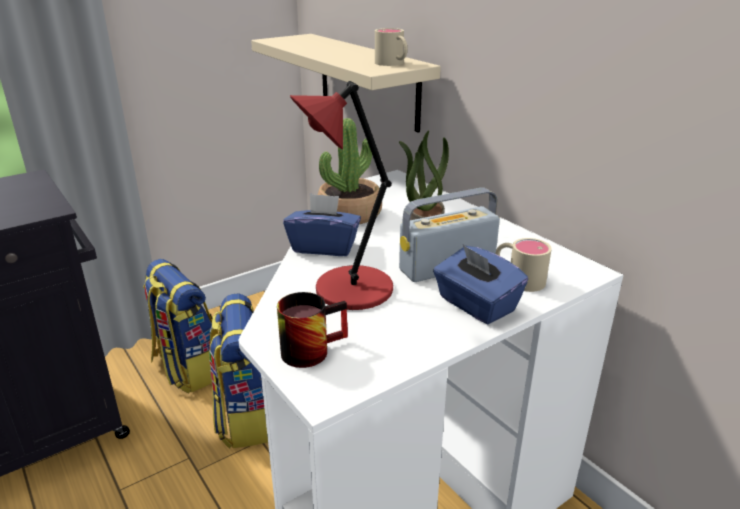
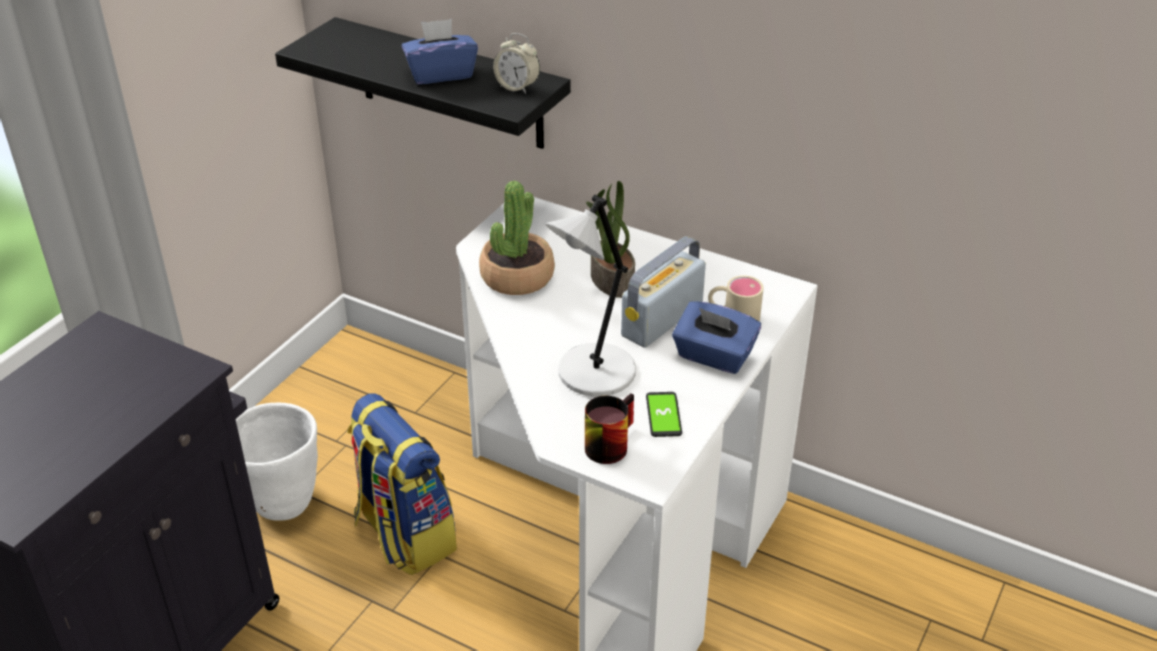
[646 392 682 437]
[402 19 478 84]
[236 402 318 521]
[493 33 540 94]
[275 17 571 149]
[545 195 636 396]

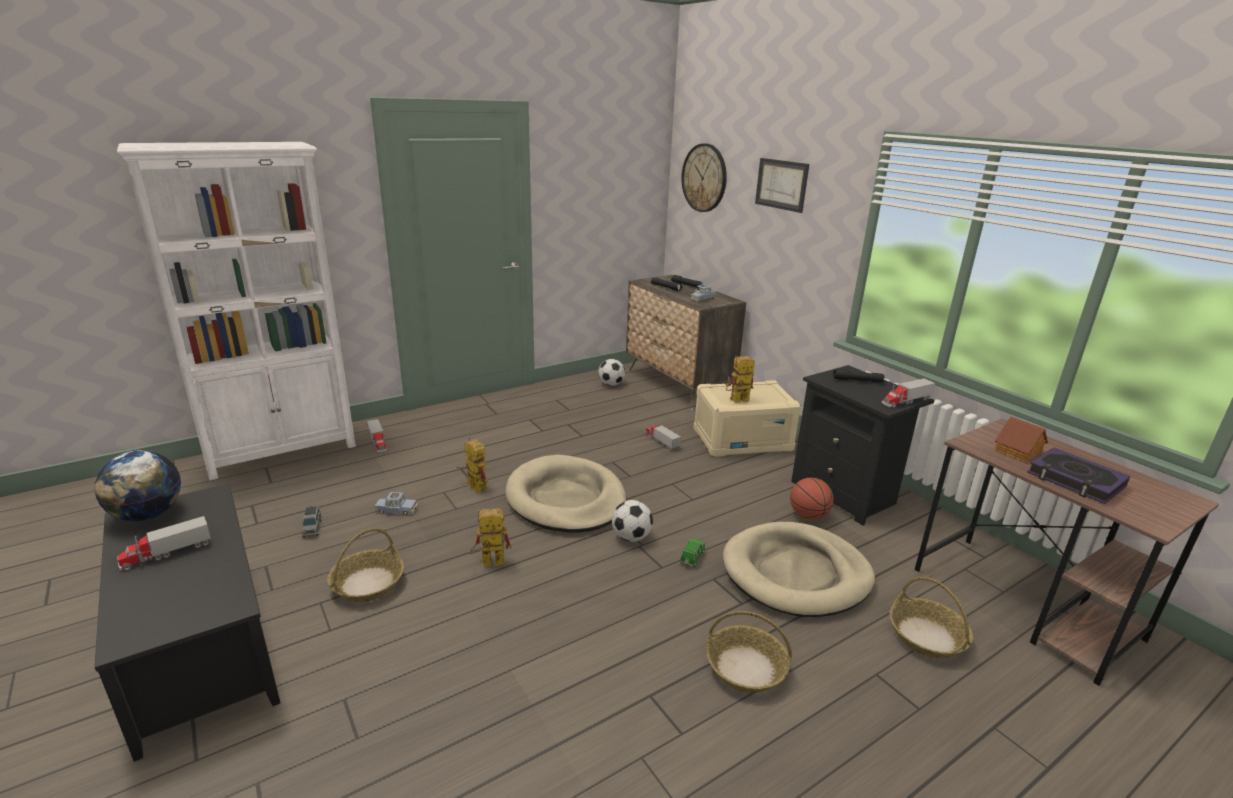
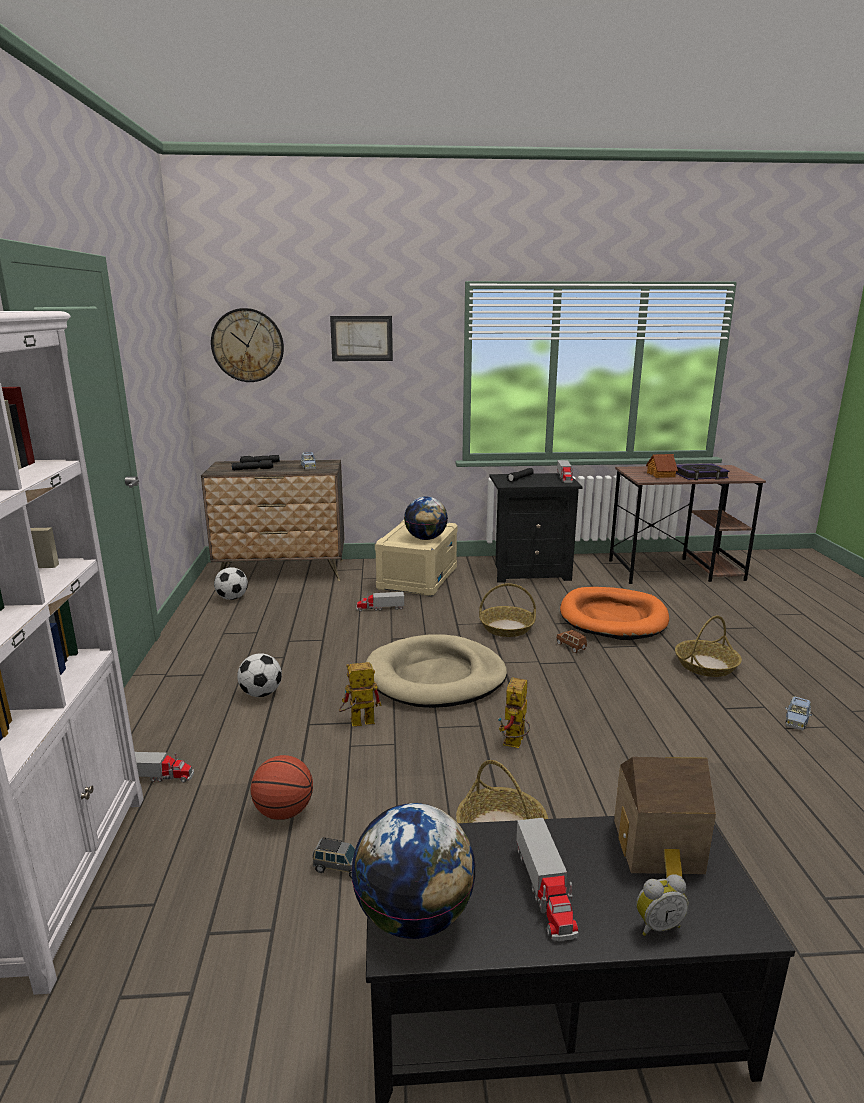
[614 757 716 878]
[636 874 689 936]
[785 696 812 731]
[237 653 282 697]
[251 755 313 820]
[479 583 536 637]
[404 496 448 540]
[557 630 587 653]
[560 587 669 640]

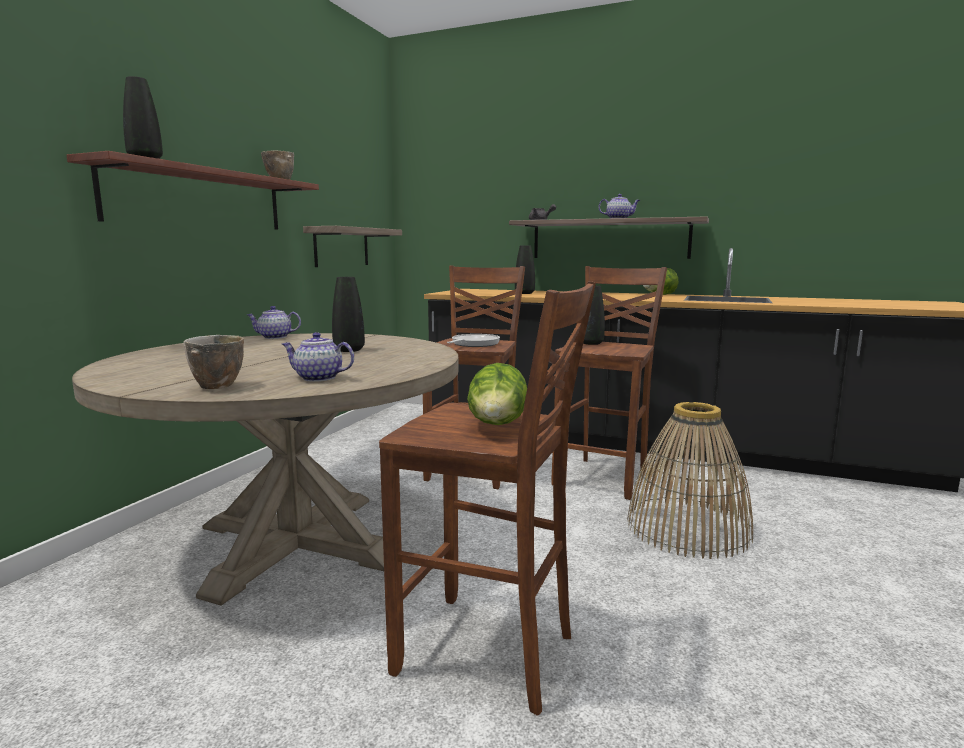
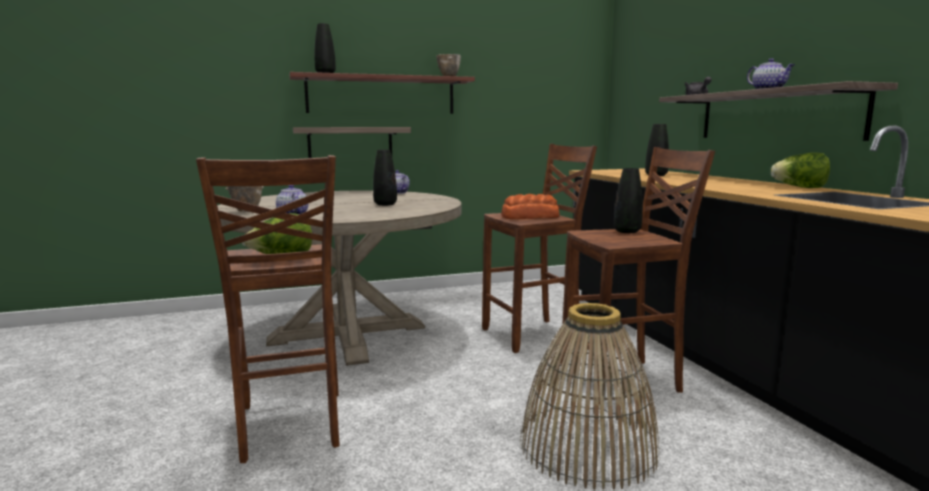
[293 127 411 158]
[501 194 560 219]

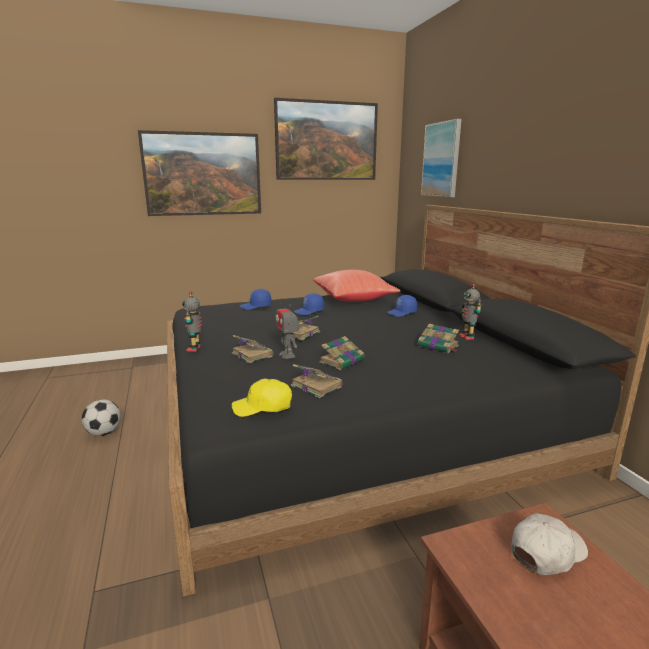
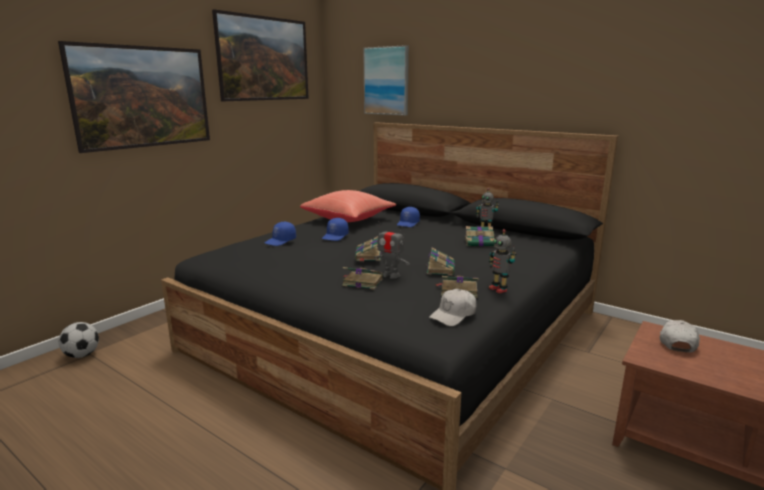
[58 322 99 358]
[489 229 516 294]
[429 289 476 326]

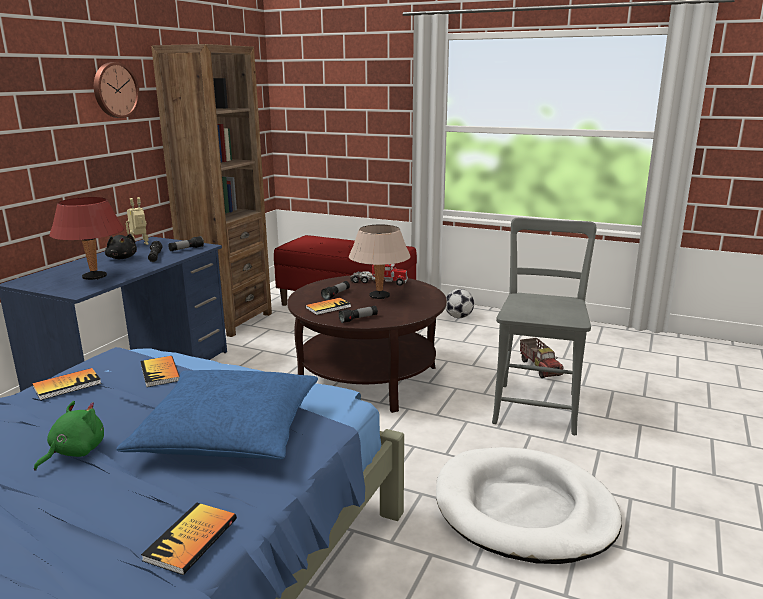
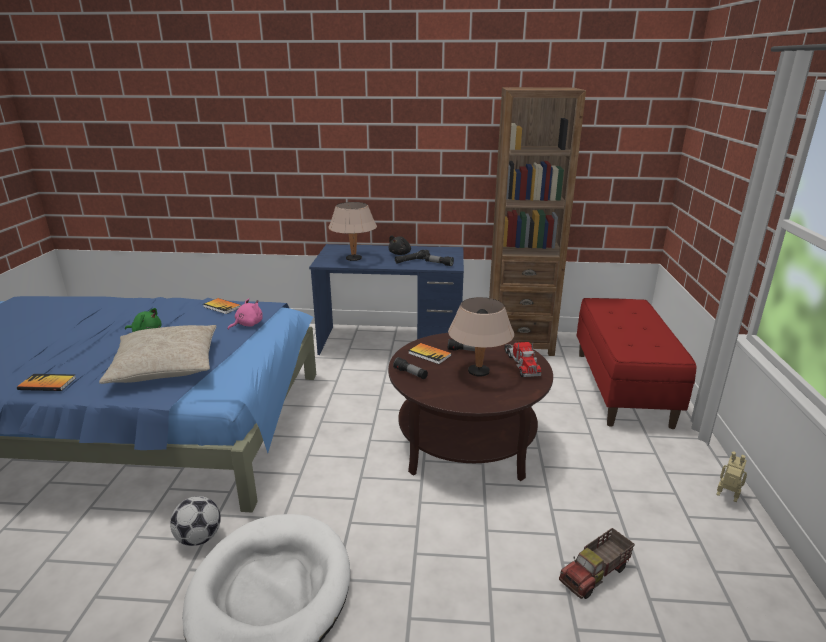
[94 62 140 118] (first image)
[492 218 597 435] (first image)
[716 451 747 502]
[170 496 221 546]
[227 298 263 330]
[328 202 377 261]
[99 325 216 384]

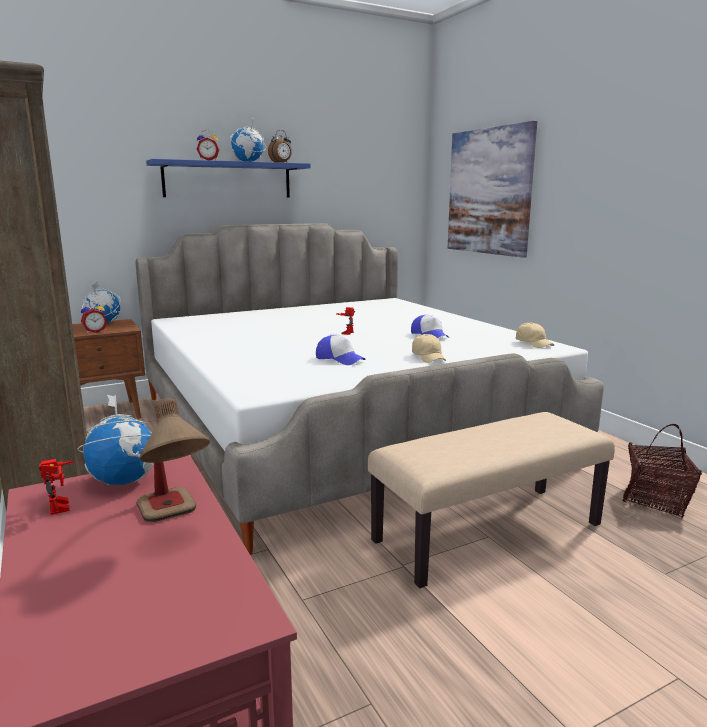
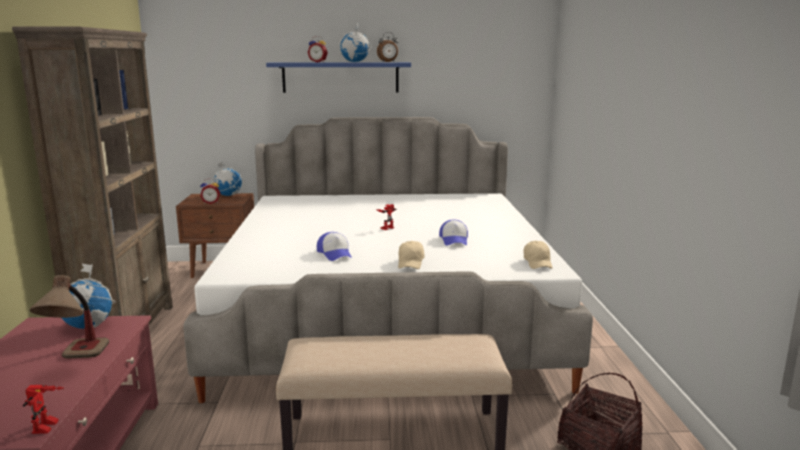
[448 121 537 258] (first image)
[23 385 64 434]

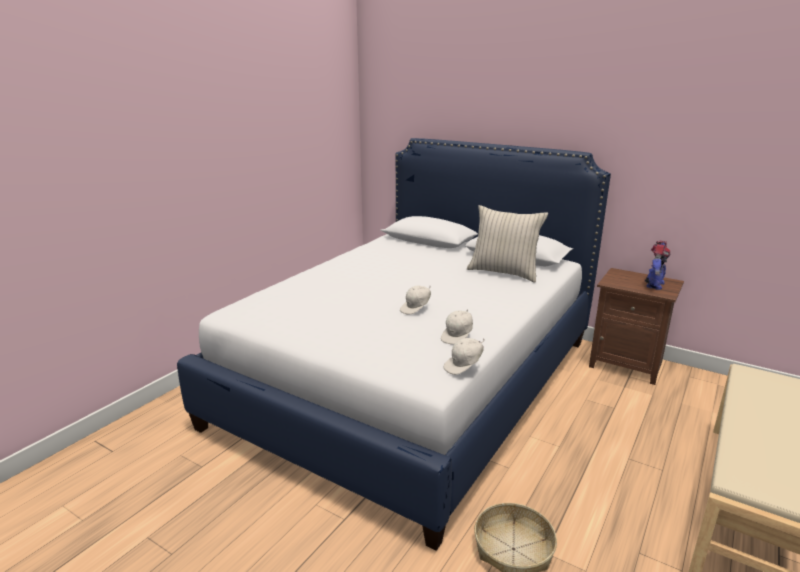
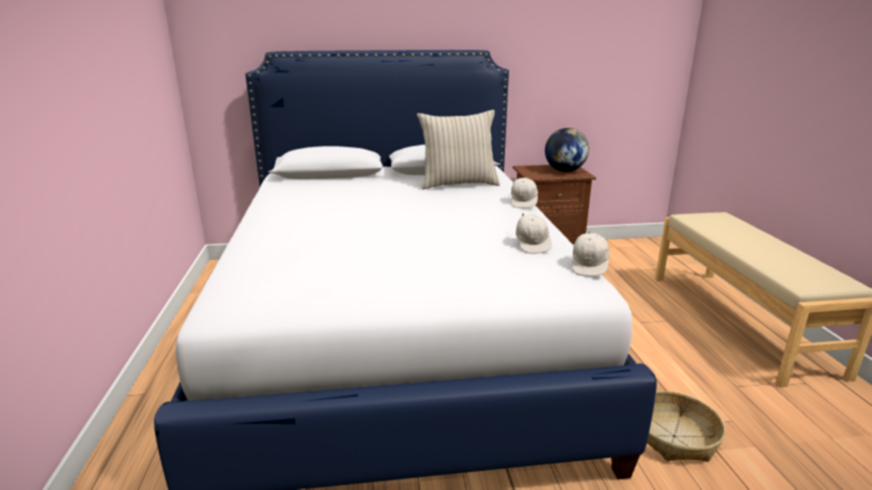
[511 177 538 208]
[545 128 589 172]

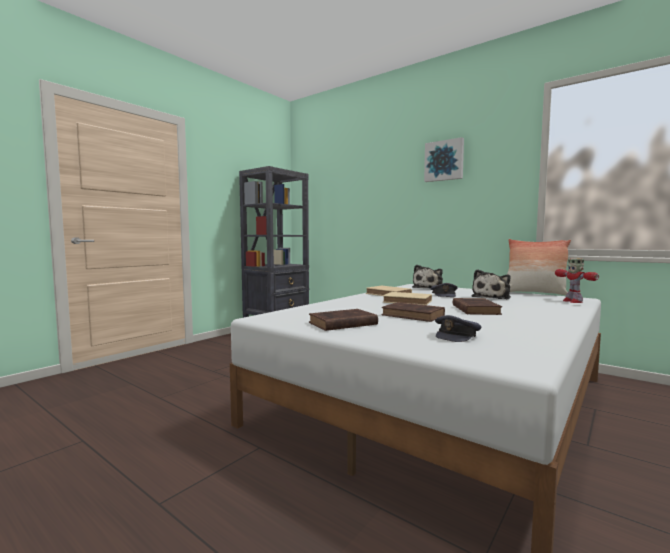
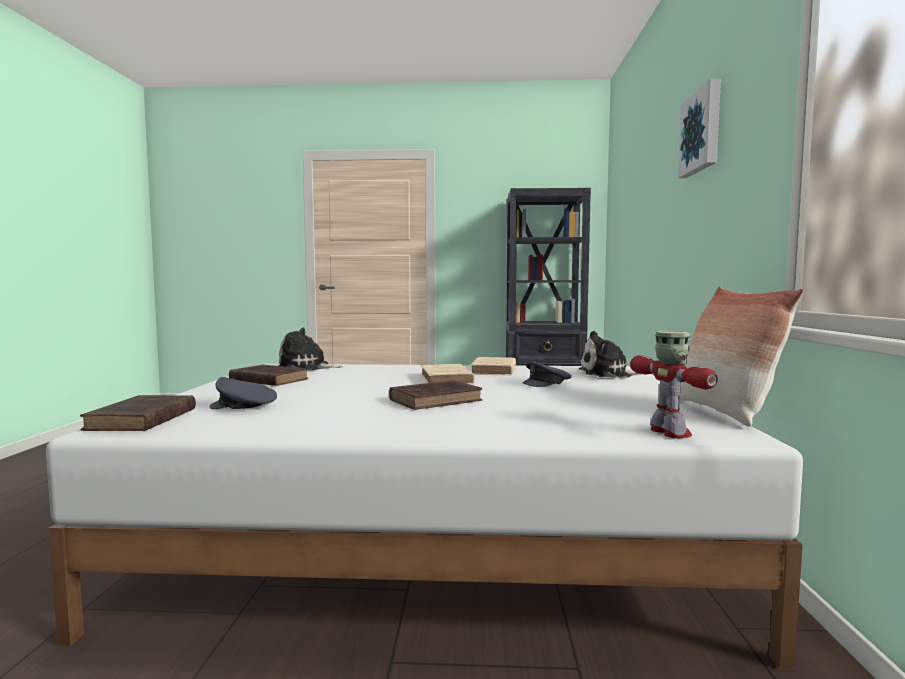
[80 395 196 431]
[278 328 343 370]
[630 331 718 438]

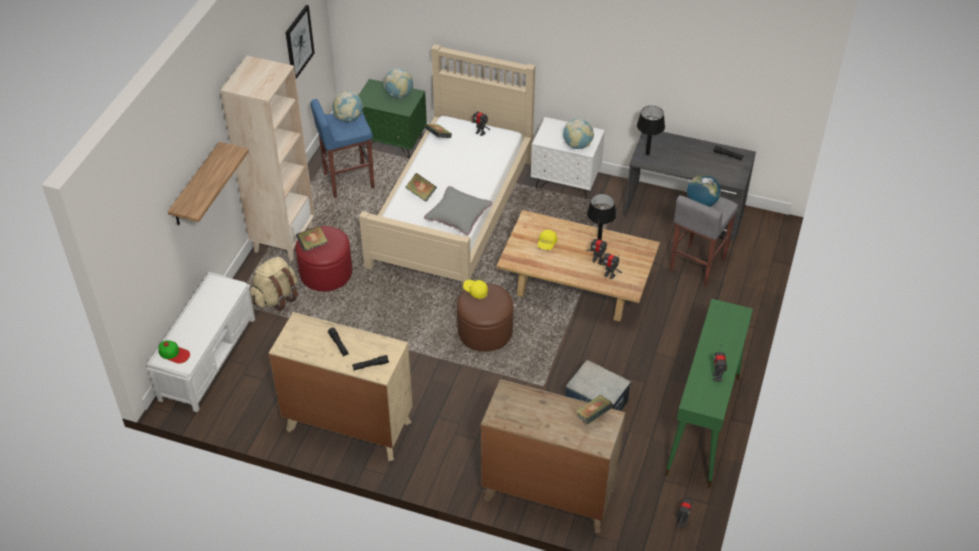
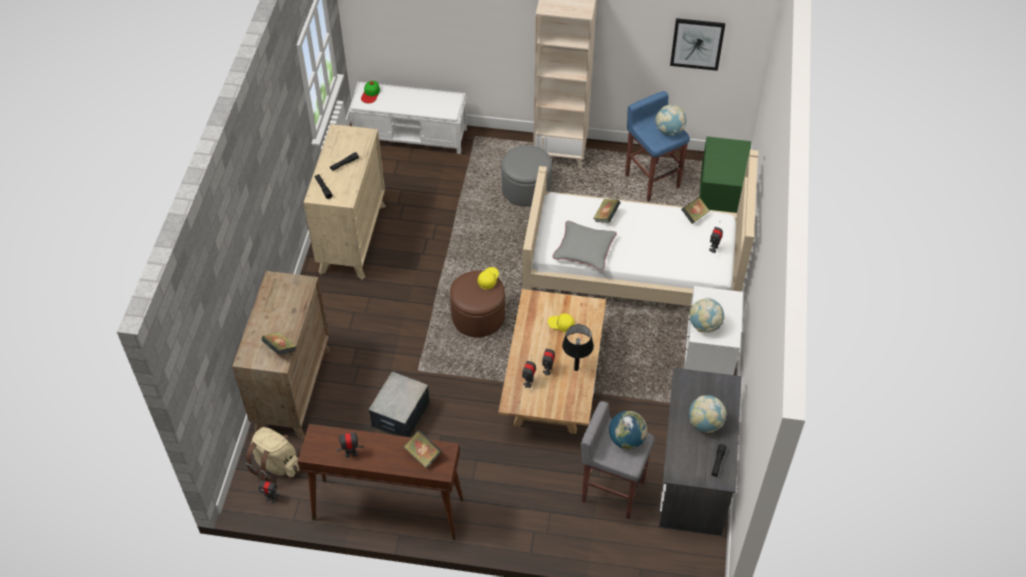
[168 142 249 225] (first image)
[637 106 665 155] (first image)
[246 427 299 482]
[404 430 442 468]
[689 395 727 433]
[501 145 552 207]
[297 424 463 540]

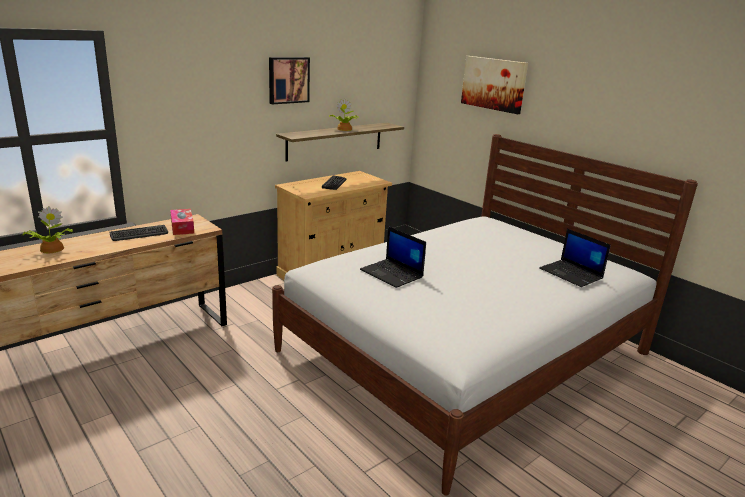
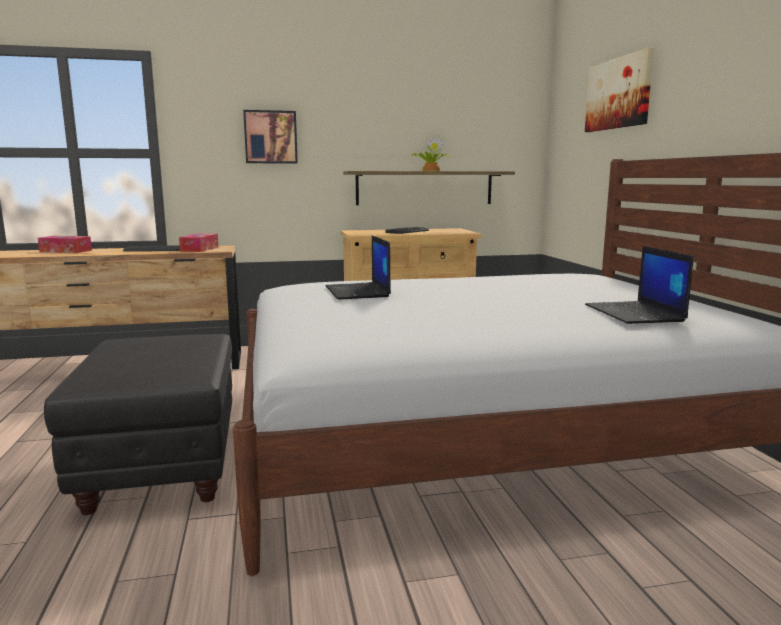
[44 334 232 515]
[243 110 298 164]
[38 236 92 253]

